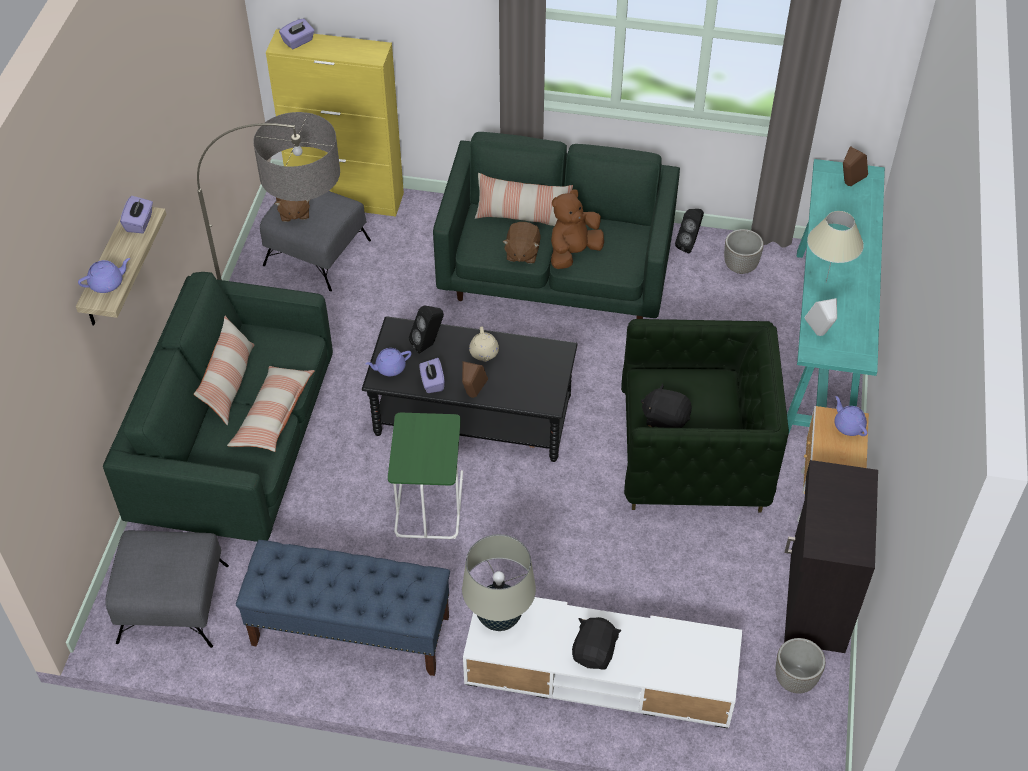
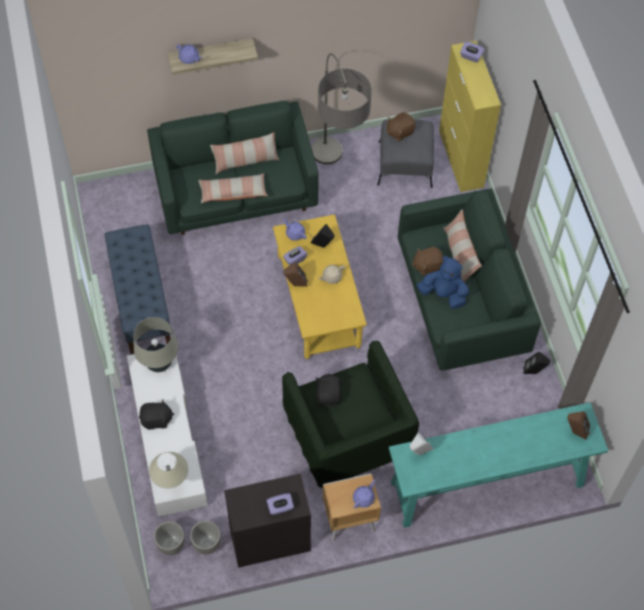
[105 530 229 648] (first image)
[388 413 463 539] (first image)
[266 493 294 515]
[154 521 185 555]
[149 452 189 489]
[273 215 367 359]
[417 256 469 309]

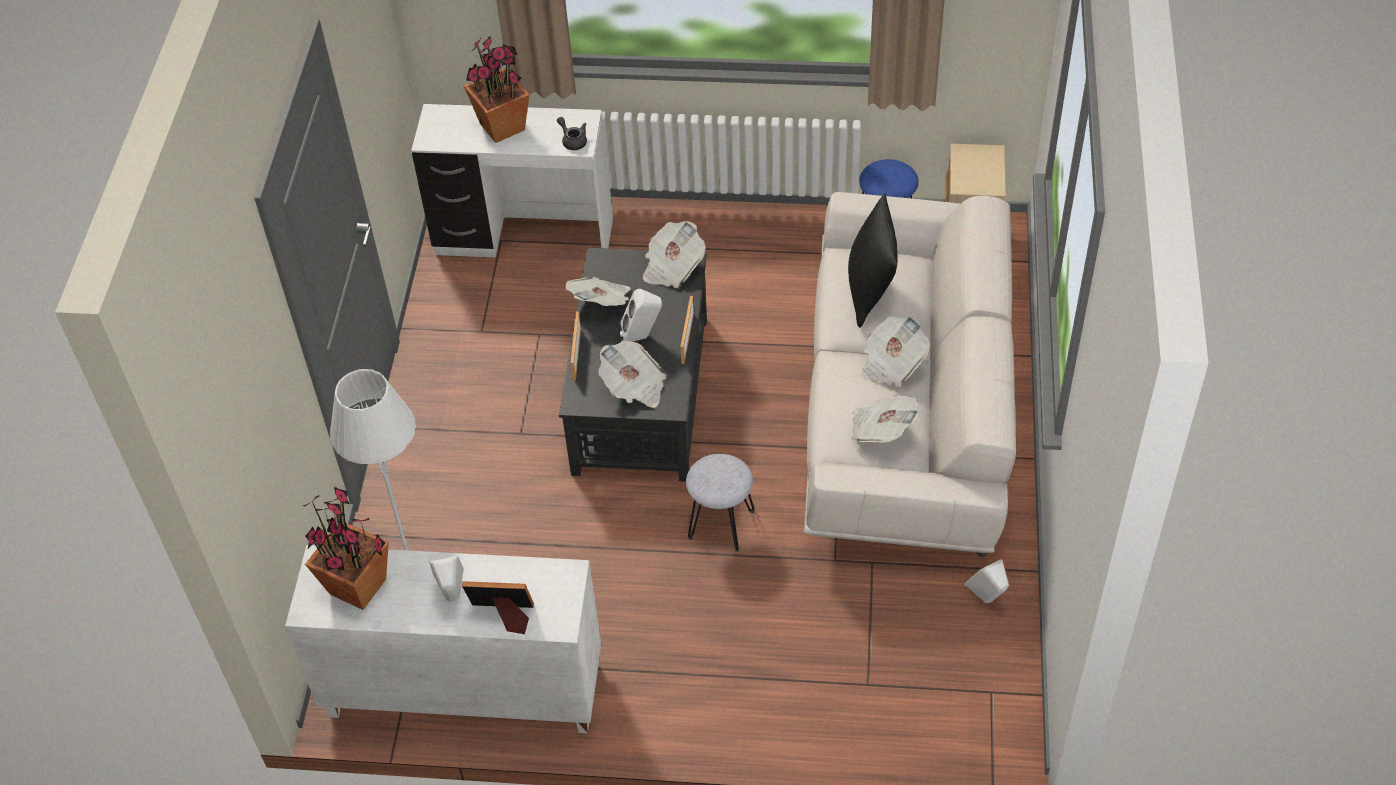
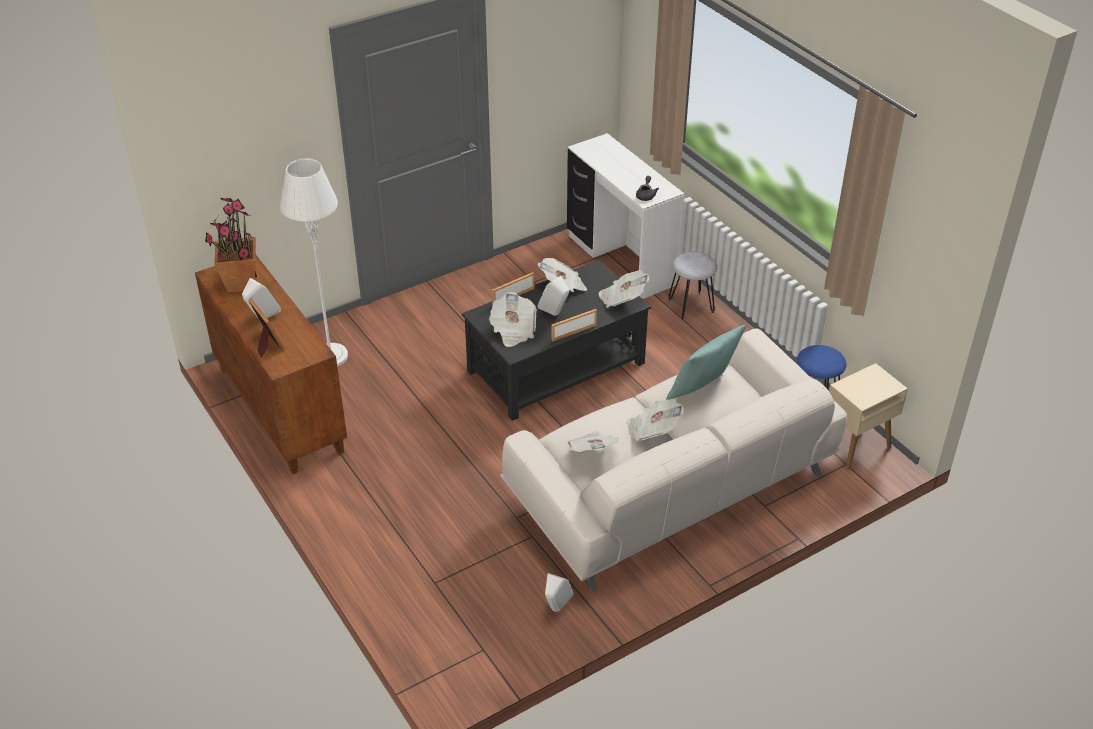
[464 36 530 143] (first image)
[668 252 717 320]
[195 254 347 474]
[666 325 746 400]

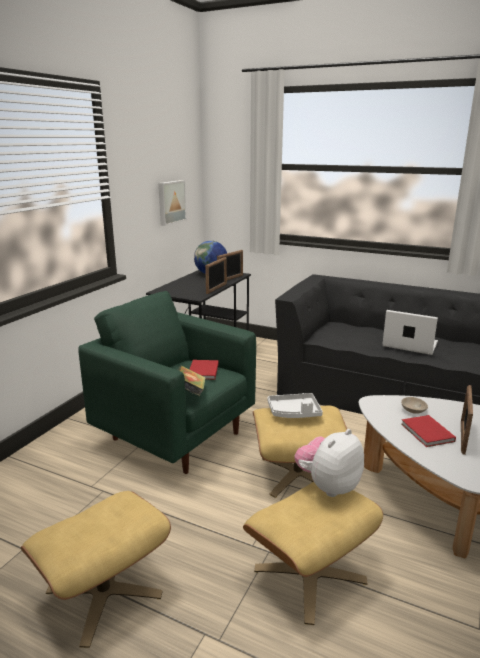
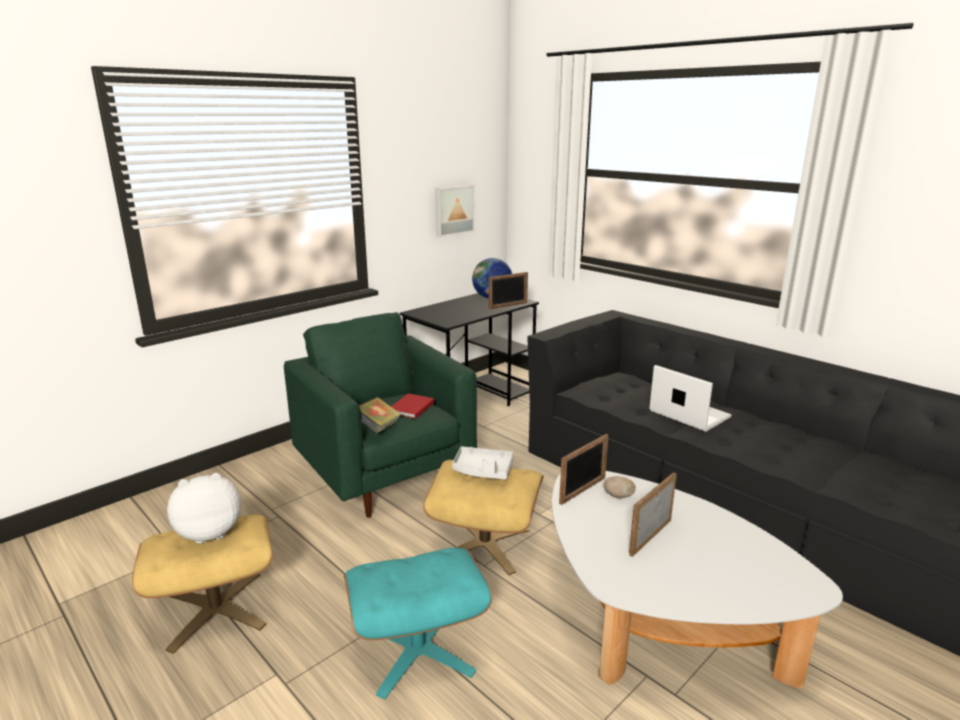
[401 415 456 447] (first image)
[559 434 608 505]
[167 473 241 543]
[344 548 492 700]

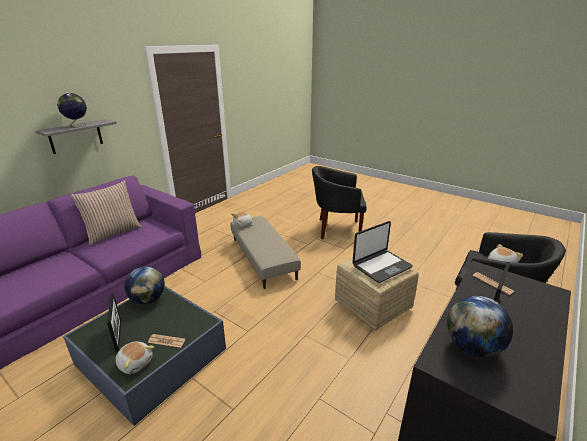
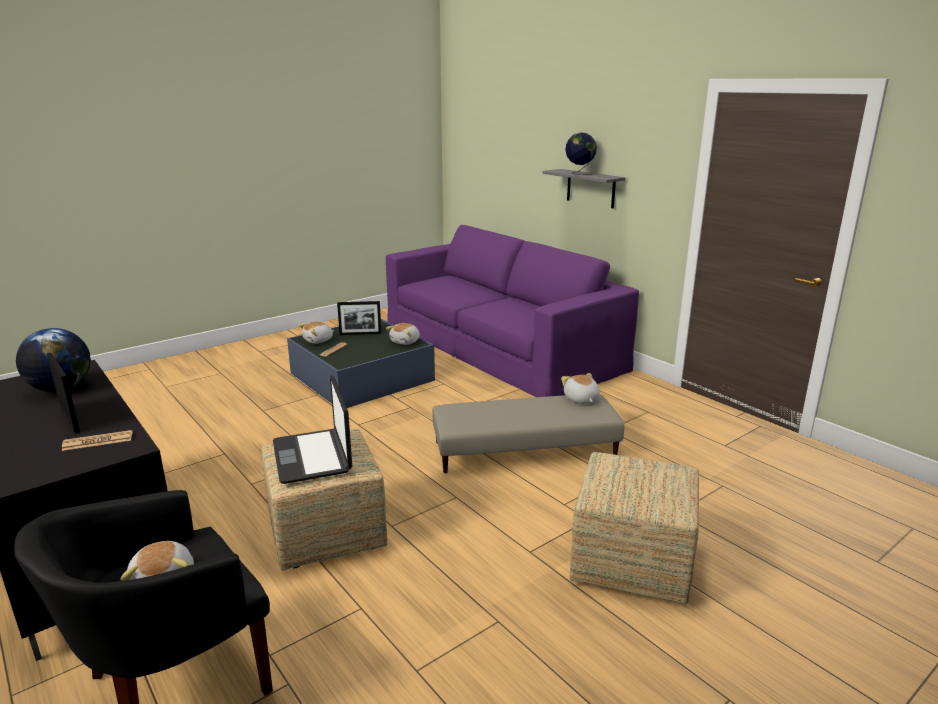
[70 180 142 246] (first image)
[386 323 420 345]
[570 452 699 604]

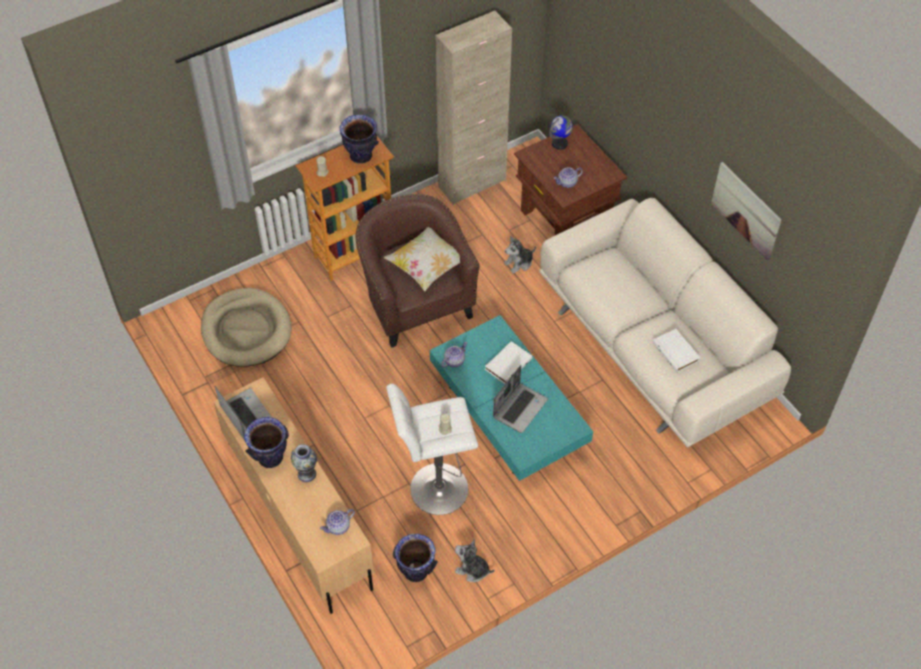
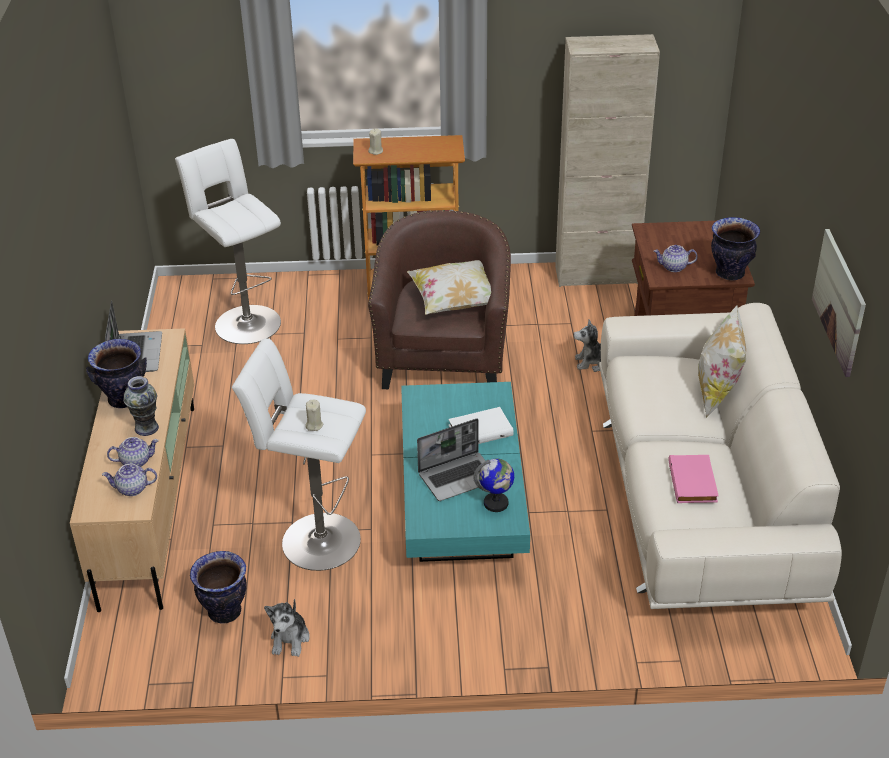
[698 304 746 418]
[711 217 760 281]
[107 437 159 467]
[473 459 514 512]
[175 139 281 344]
[668 455 719 503]
[264 599 310 657]

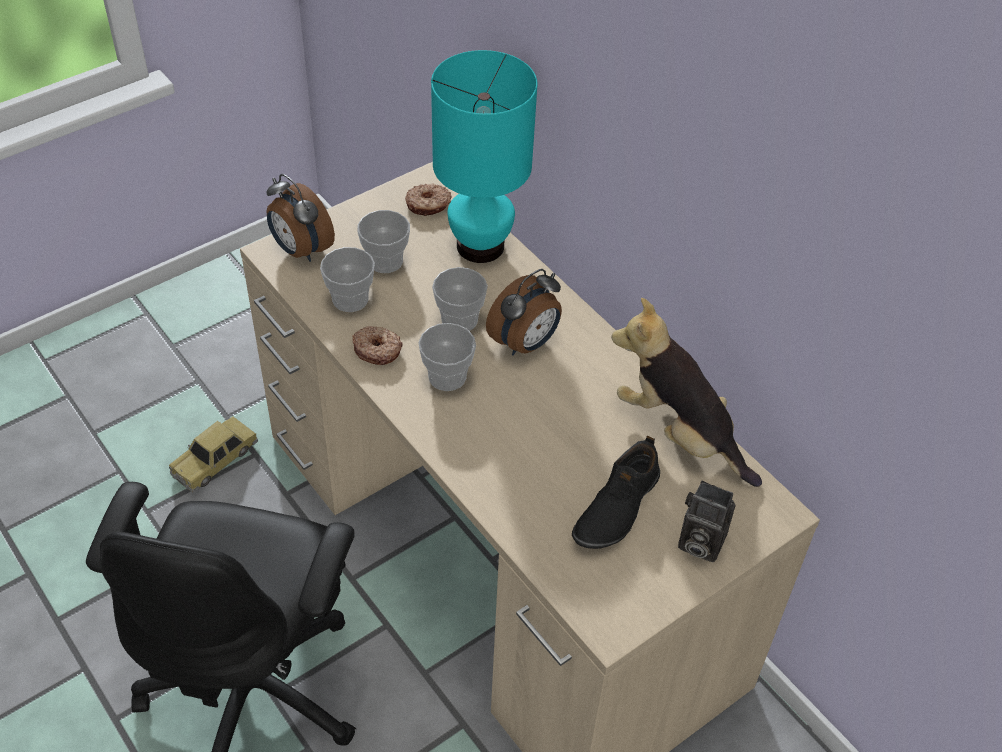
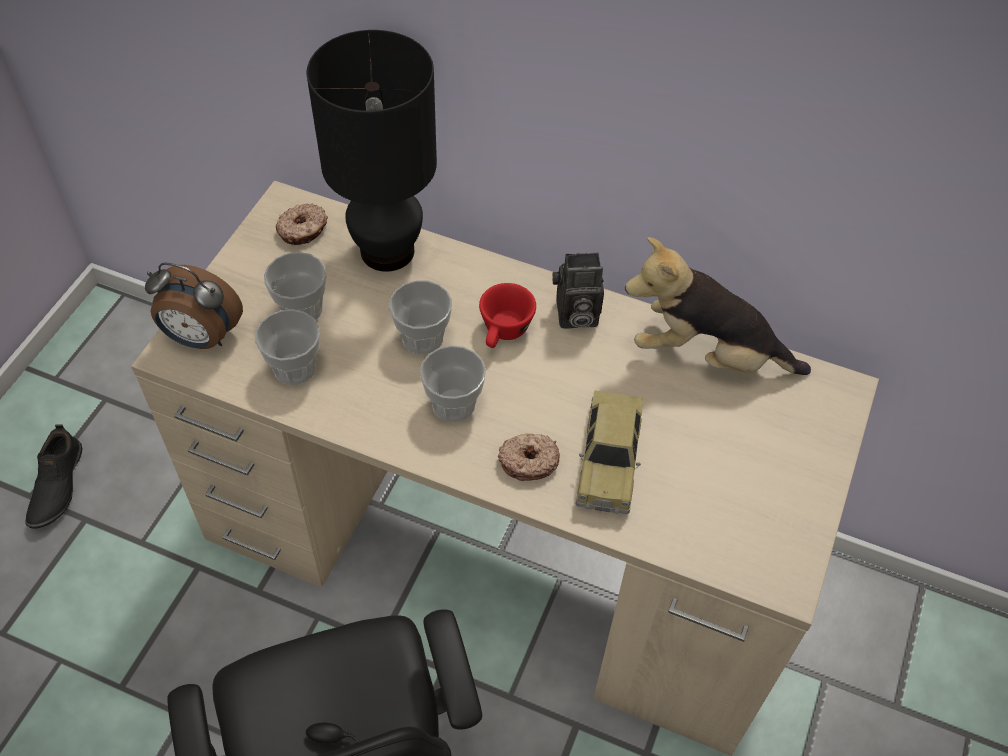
[576 390 643 514]
[498 434 560 481]
[25 424 82 529]
[552 252 604 329]
[479 283 536 348]
[307 30 437 272]

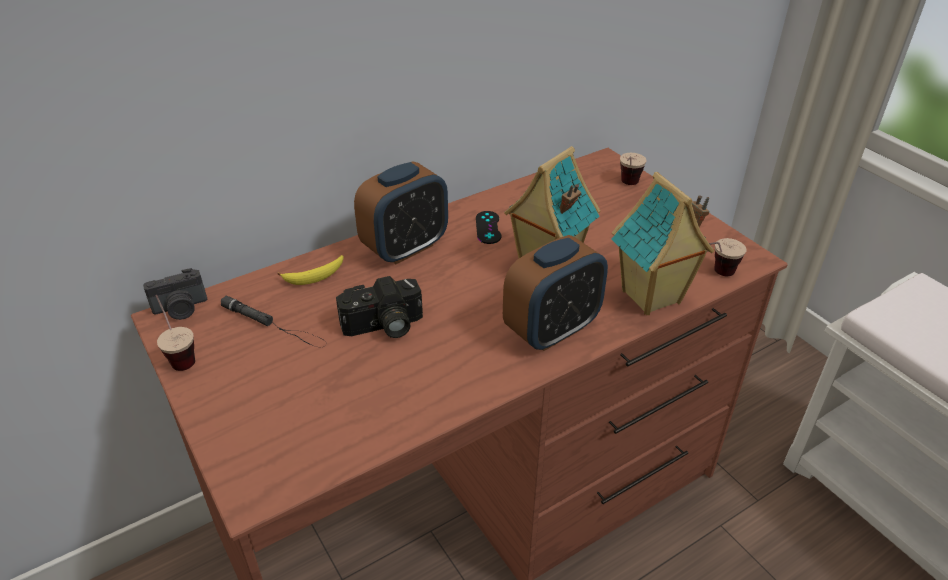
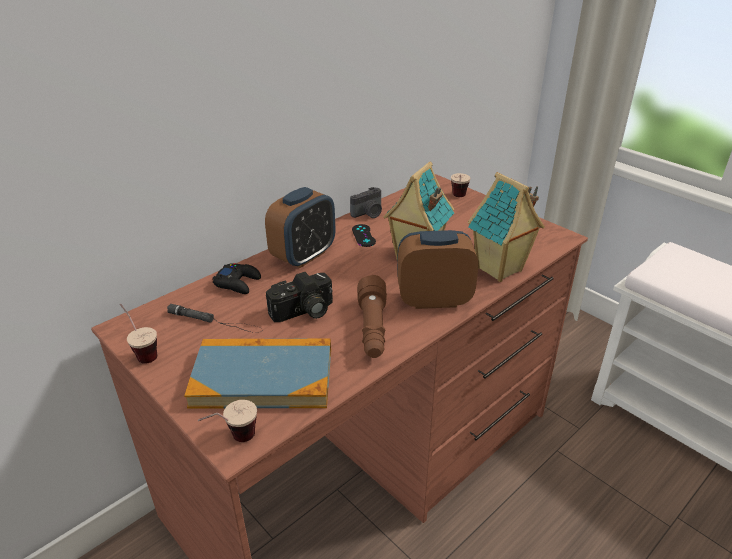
[184 338 331 409]
[357 275 387 358]
[350 187 382 218]
[198 400 257 442]
[212 263 261 294]
[397 230 479 309]

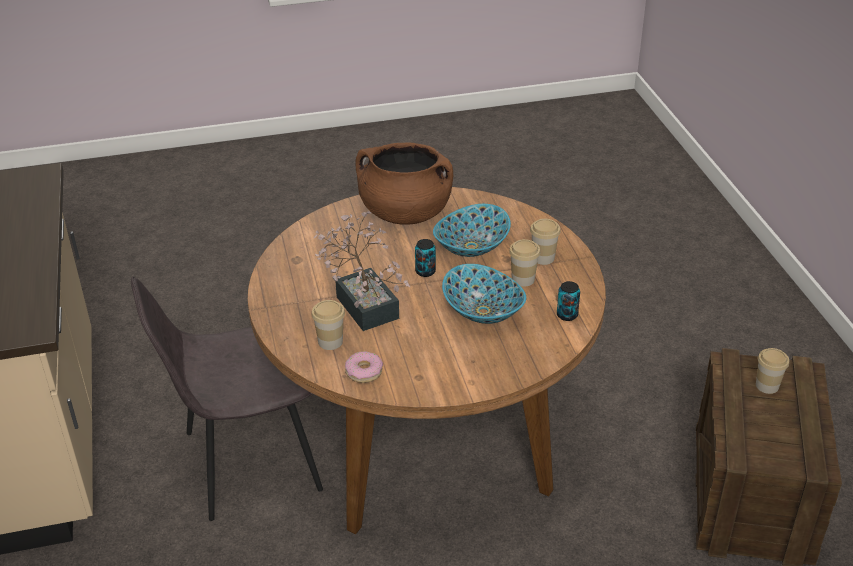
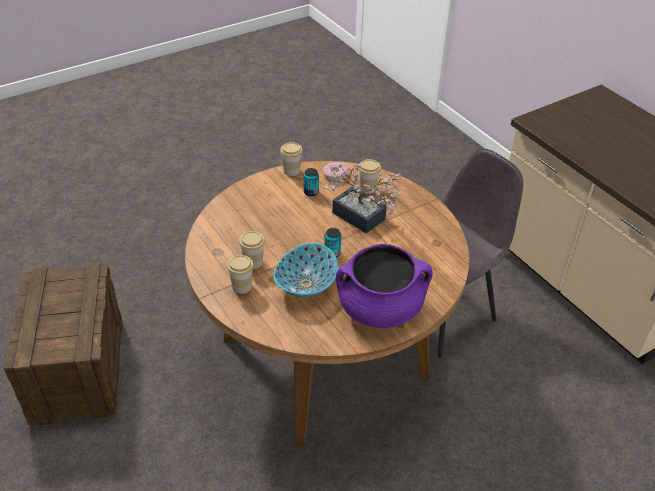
[442 264 526 324] (first image)
[304 168 319 196]
[280 142 303 176]
[336 244 433 328]

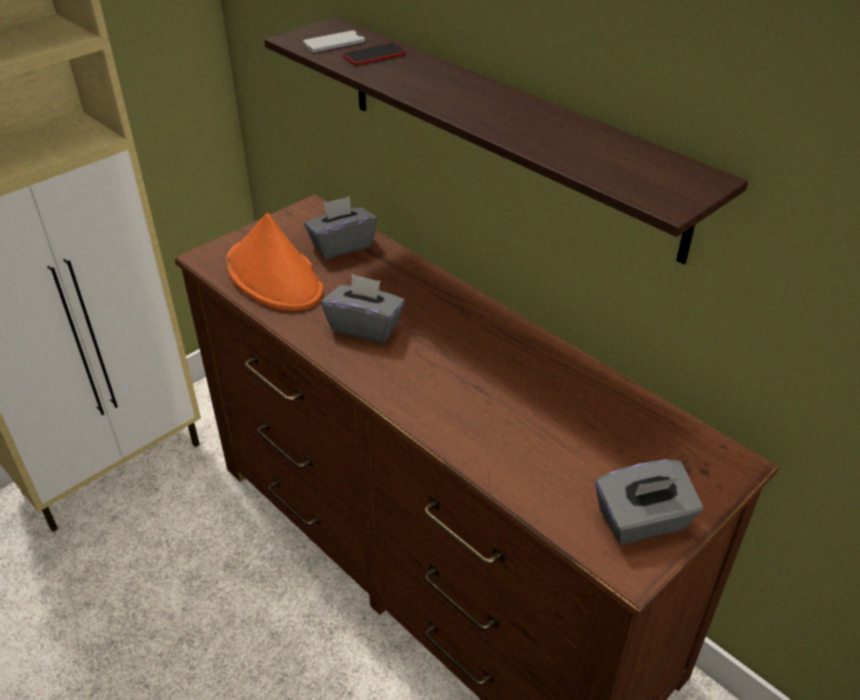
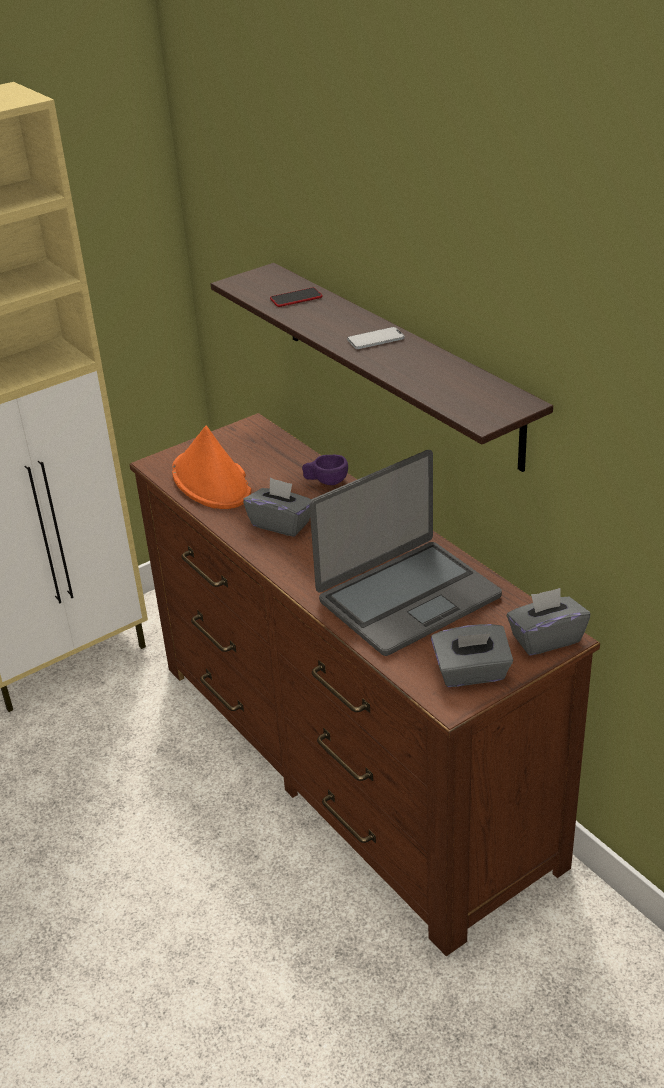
[302 455 348 485]
[309 450 502 656]
[347 327 404 349]
[507 588 590 656]

